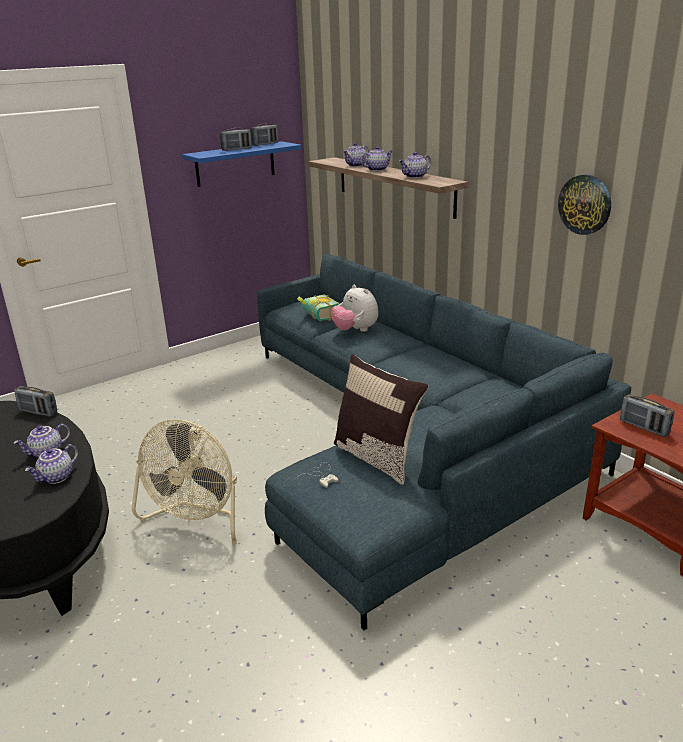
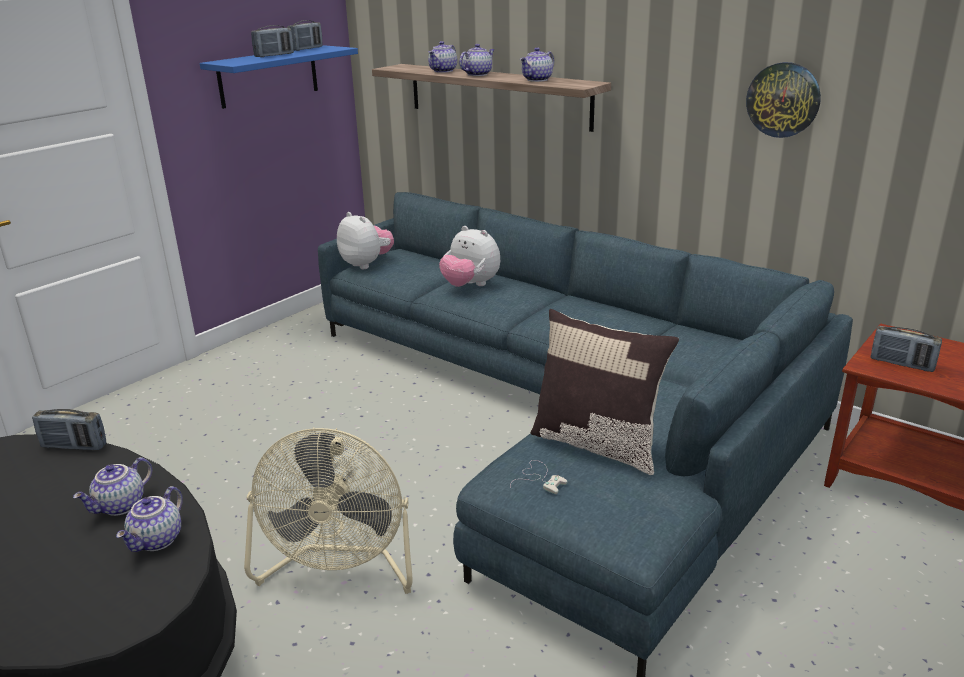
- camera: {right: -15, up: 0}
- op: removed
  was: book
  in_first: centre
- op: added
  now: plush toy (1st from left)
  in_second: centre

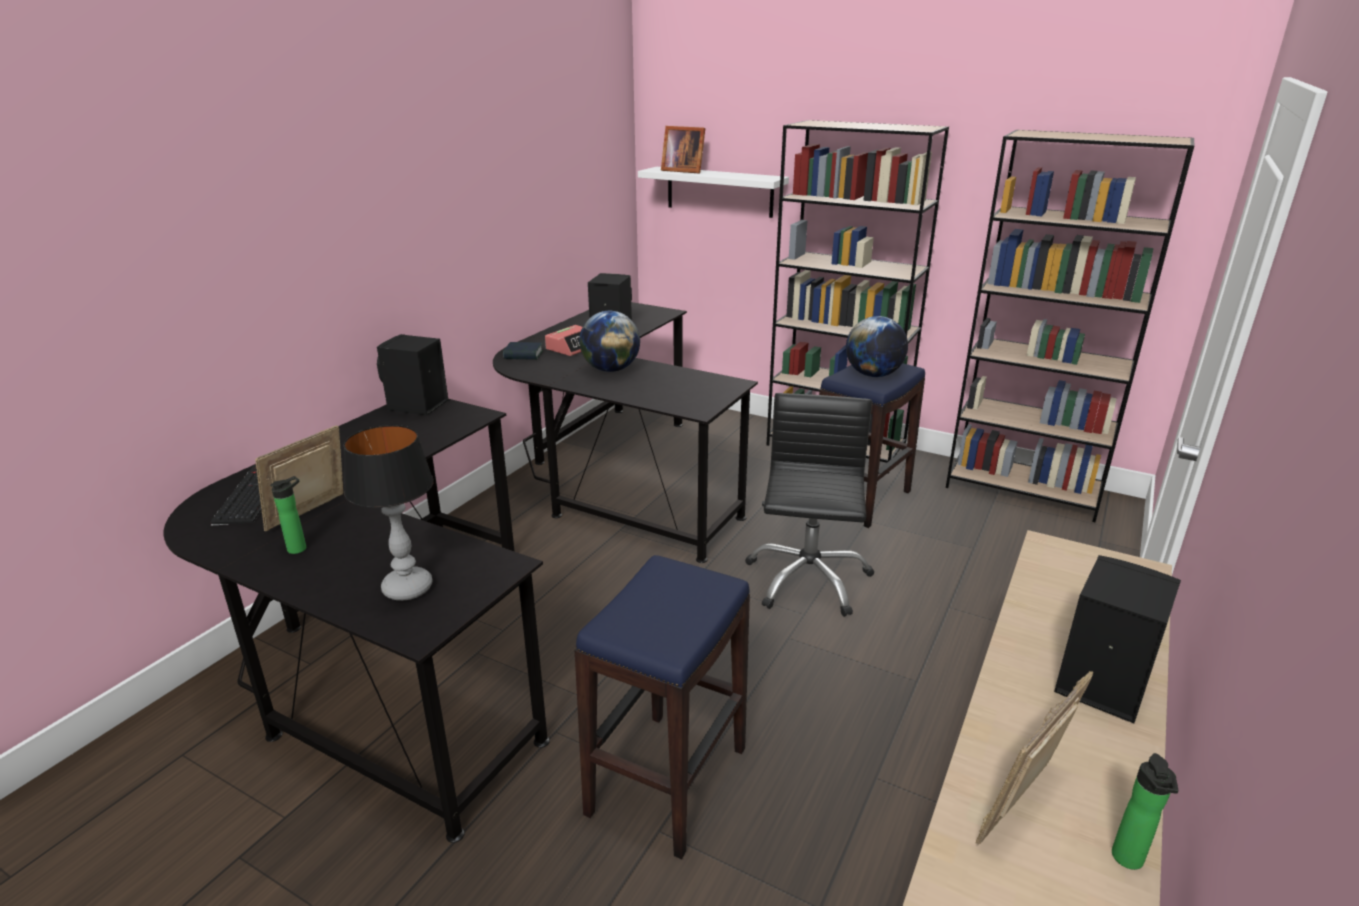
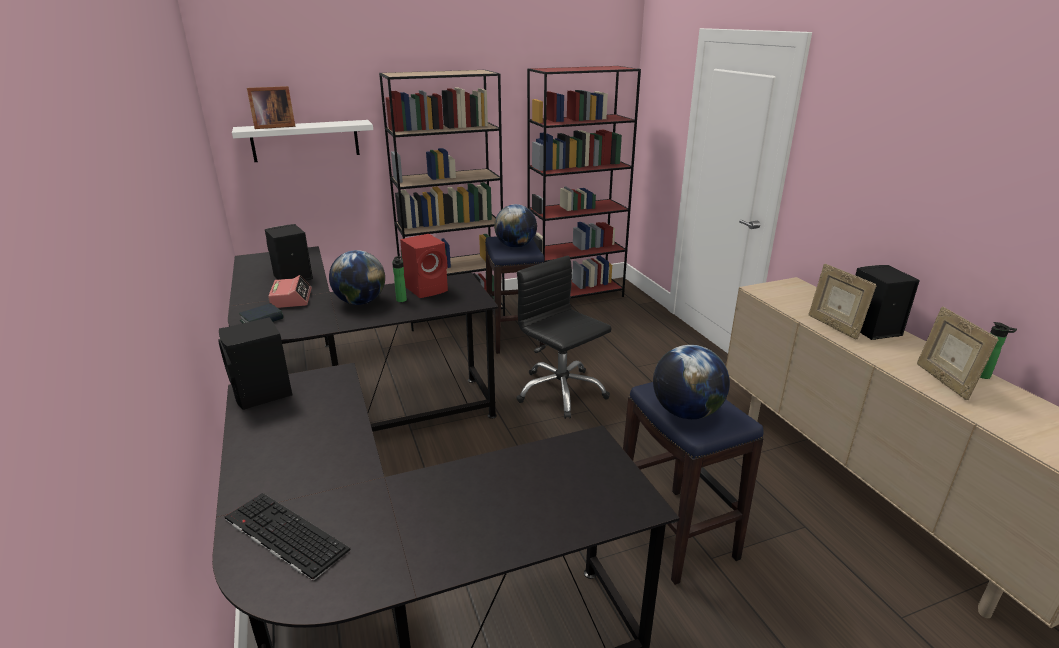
- camera: {right: -50, up: 0}
- op: moved
  was: picture frame (1st from left in the first image)
  now: picture frame (2nd from left)
  in_first: middle left
  in_second: middle right
- op: moved
  was: bottle (1st from left)
  in_first: middle left
  in_second: centre
- op: removed
  was: table lamp
  in_first: middle left
- op: recoloured
  was: beige bookcase (2nd from left)
  now: red bookcase
  in_first: middle right
  in_second: top centre
- op: added
  now: red speaker
  in_second: centre
- op: added
  now: globe (3rd from left)
  in_second: centre

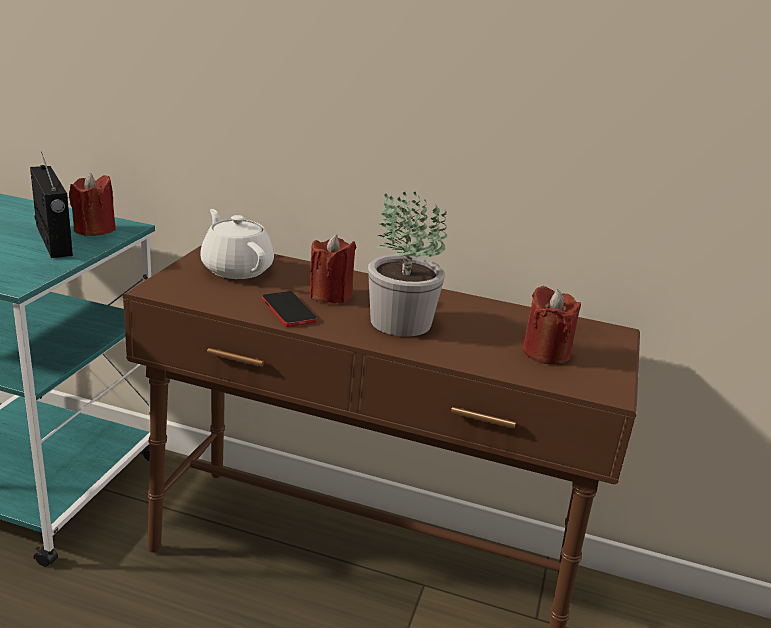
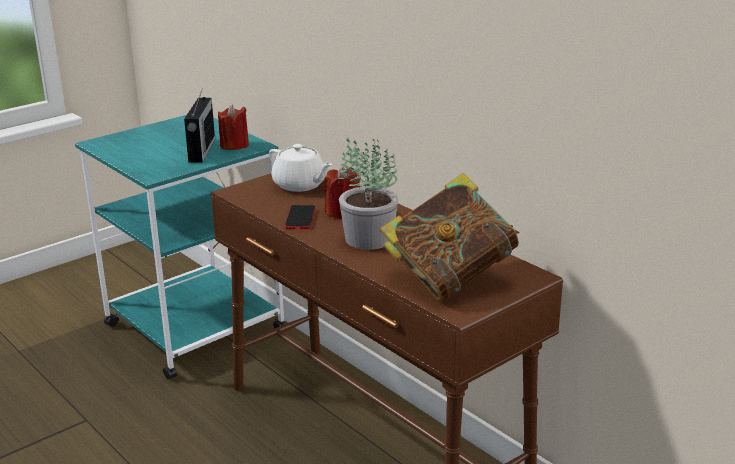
- camera: {right: 35, up: 0}
- op: turned
  was: white teapot
  in_first: middle left
  in_second: centre
  clockwise: 135
- op: replaced
  was: red candle (3rd from left)
  now: book
  in_first: middle right
  in_second: centre

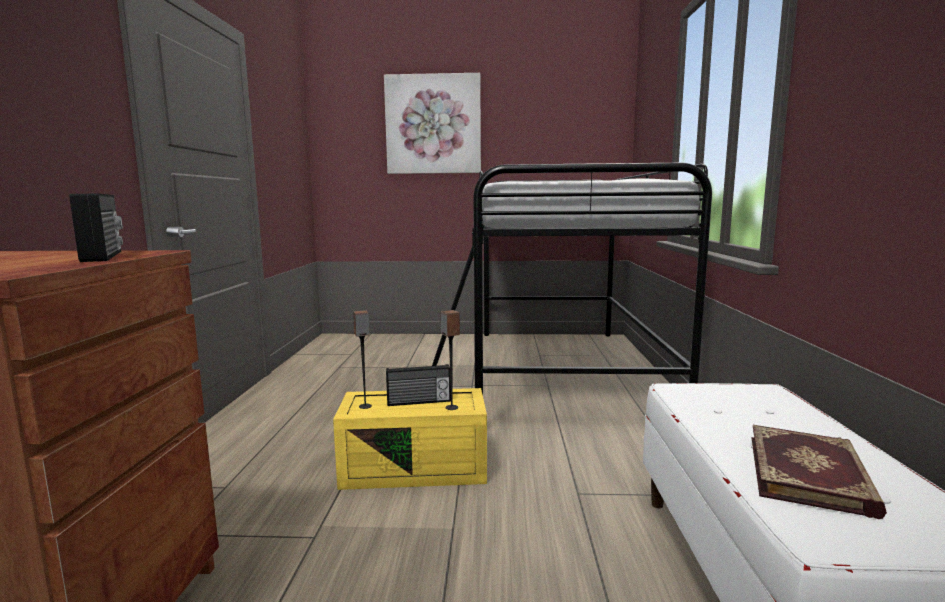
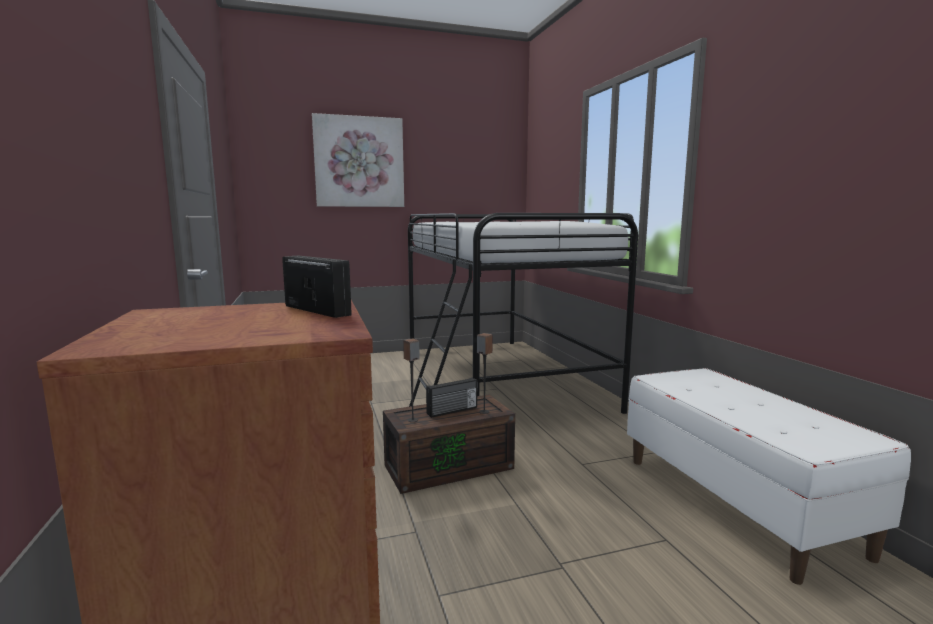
- camera: {right: -20, up: 0}
- op: recoloured
  was: yellow storage box
  now: brown storage box
  in_first: bottom centre
  in_second: bottom centre
- op: removed
  was: book
  in_first: bottom right

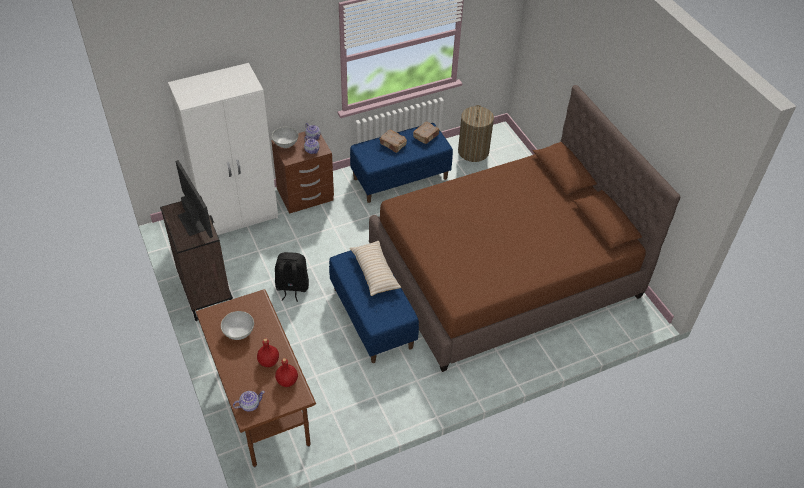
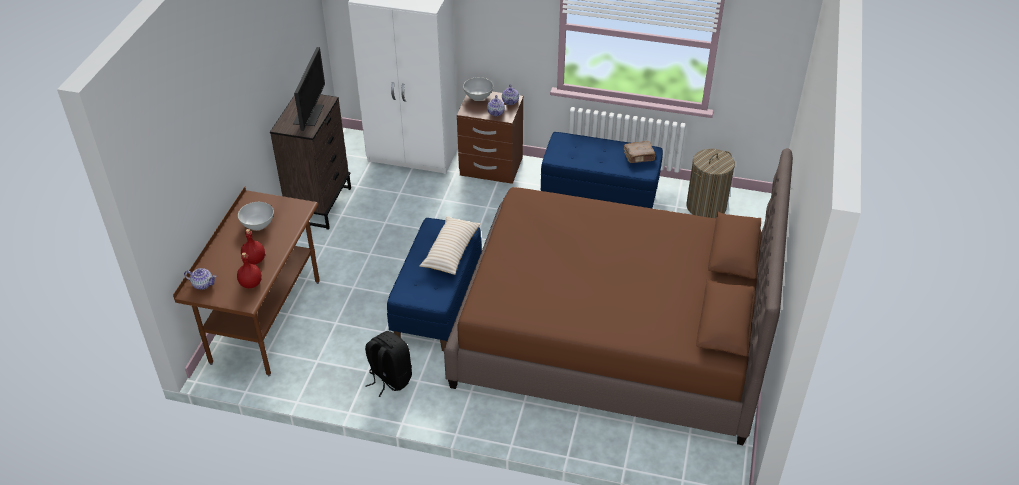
- camera: {right: 40, up: -5}
- op: moved
  was: black backpack
  in_first: centre
  in_second: bottom centre
- op: removed
  was: brown book (1st from left)
  in_first: top centre

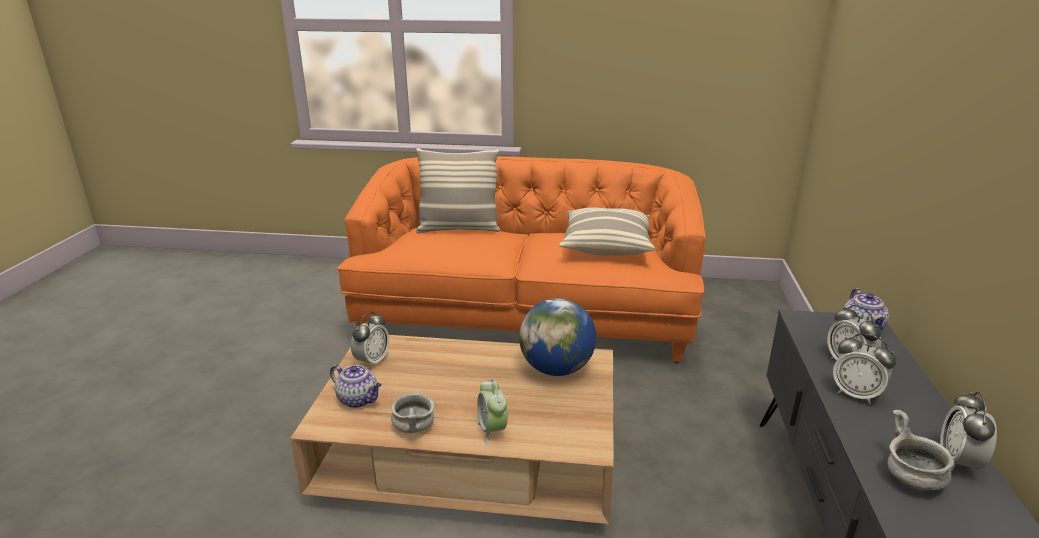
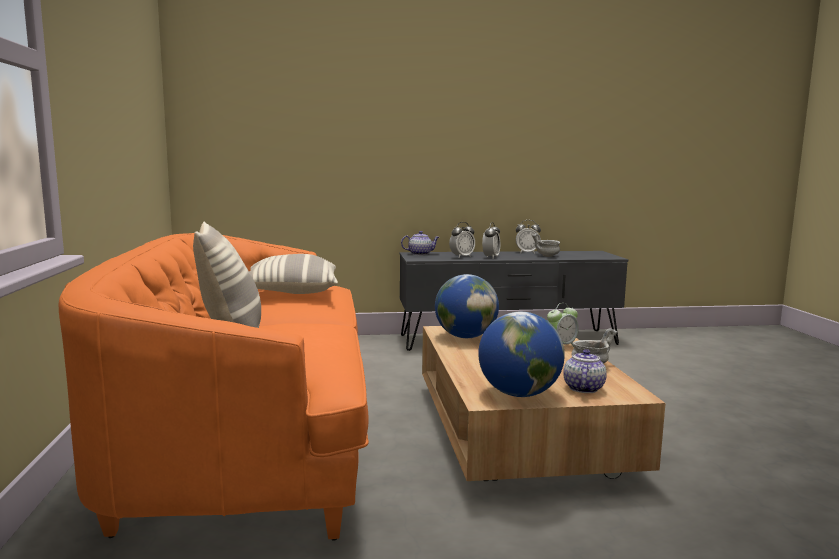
- camera: {right: -105, up: -15}
- op: replaced
  was: alarm clock (1st from left)
  now: globe (2nd from left)
  in_first: centre
  in_second: centre

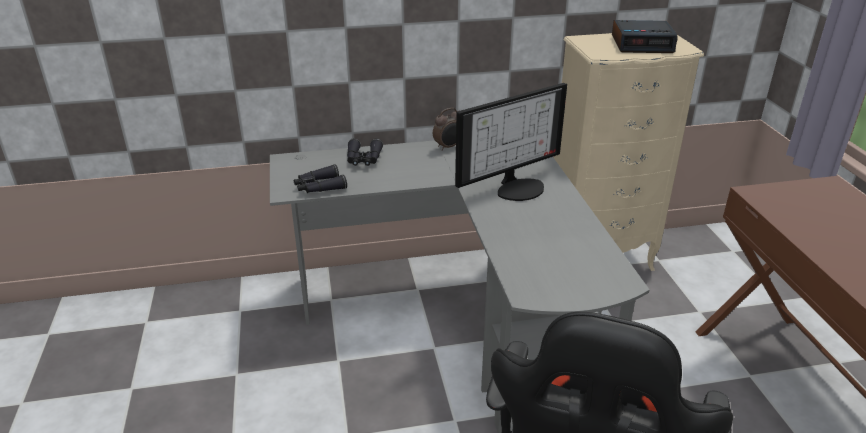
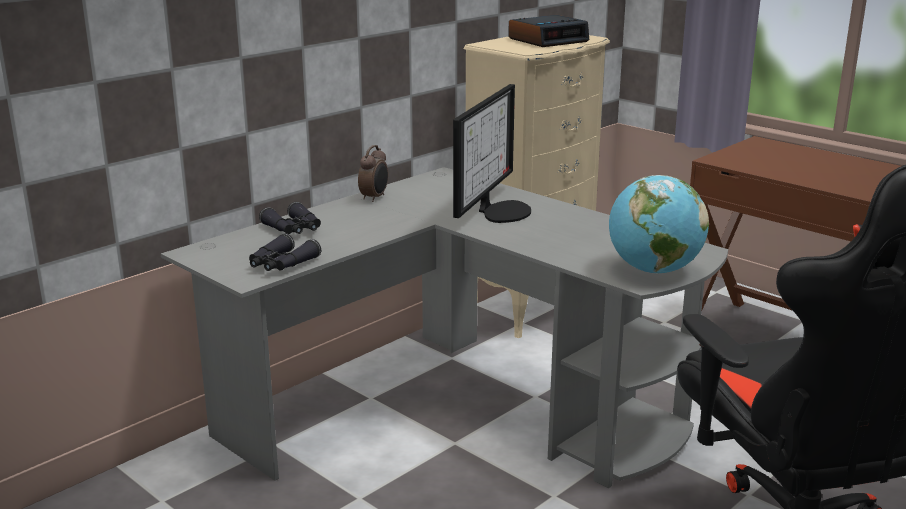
- camera: {right: -35, up: -10}
- op: added
  now: globe
  in_second: middle right

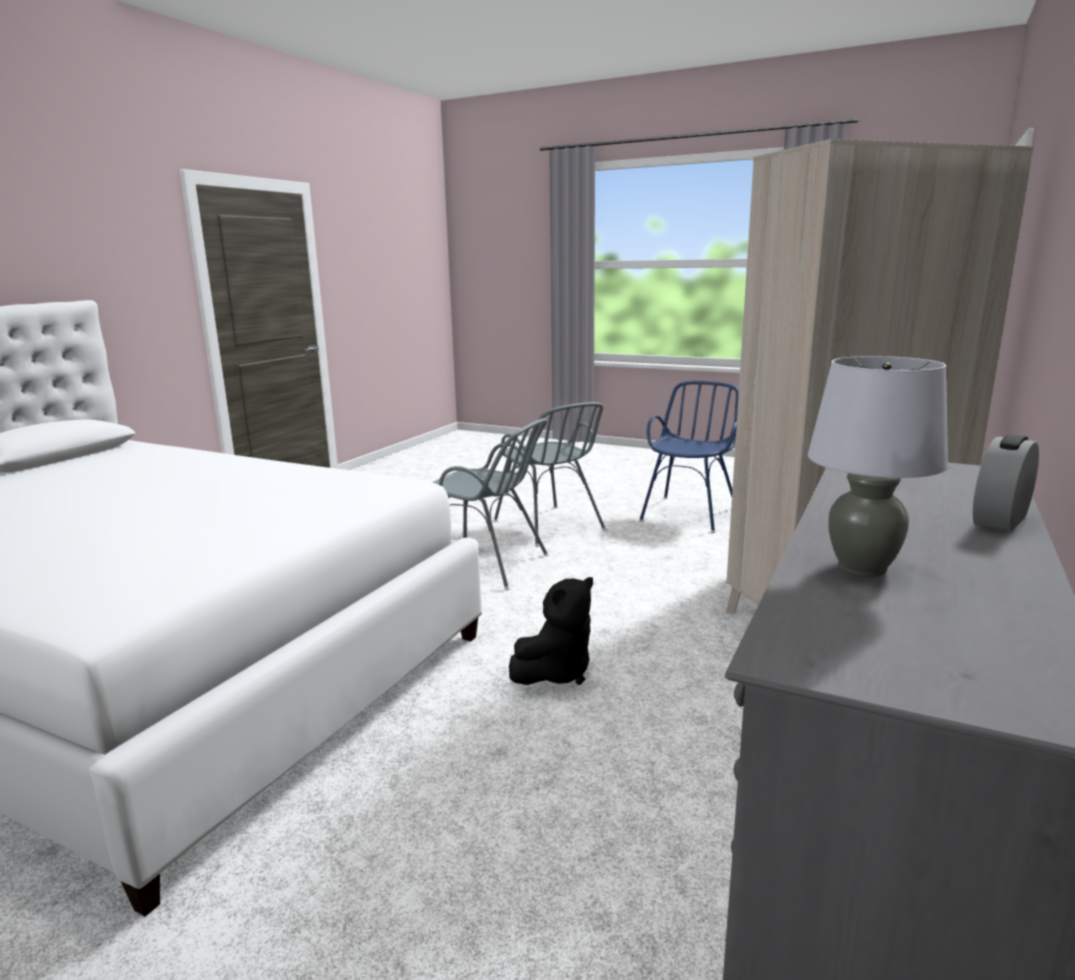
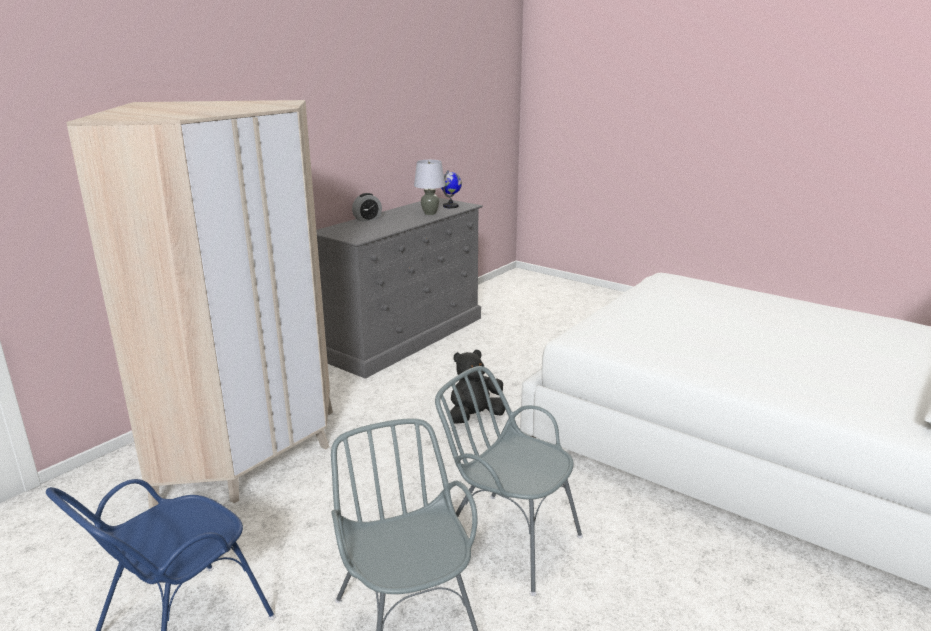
- camera: {right: -170, up: 5}
- op: added
  now: globe
  in_second: top centre

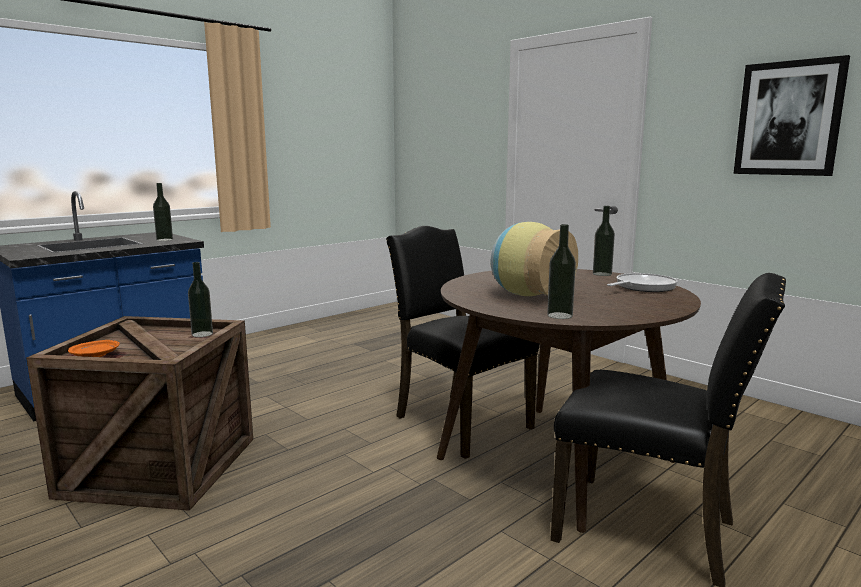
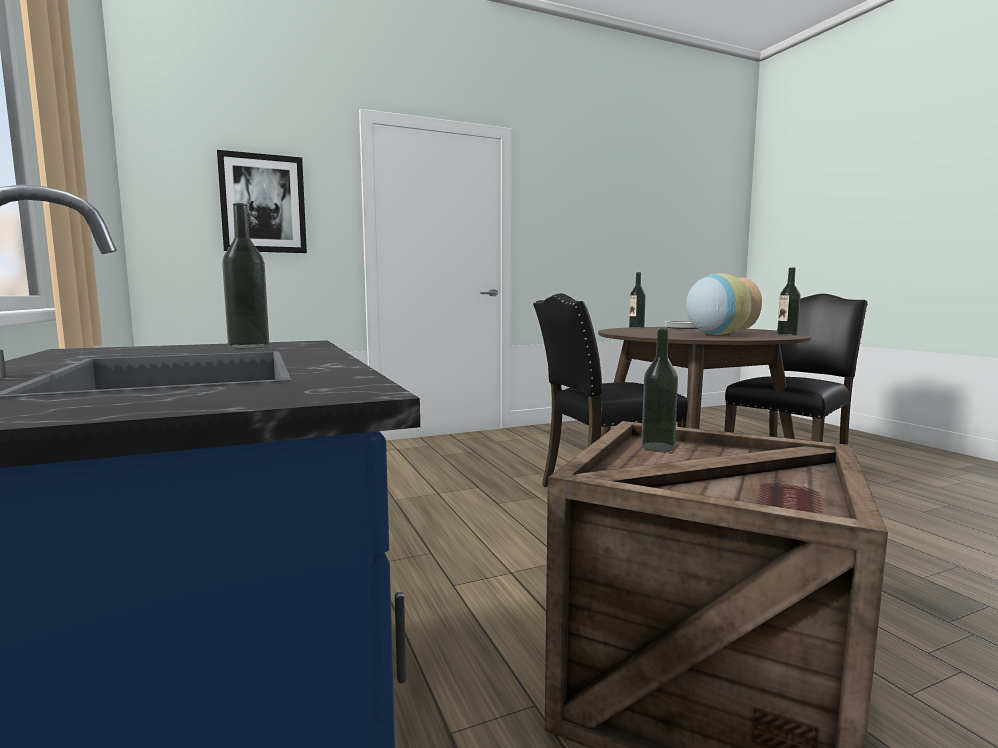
- camera: {right: -70, up: -5}
- op: removed
  was: orange plate
  in_first: middle left
- op: moved
  was: picture
  in_first: top right
  in_second: top left

